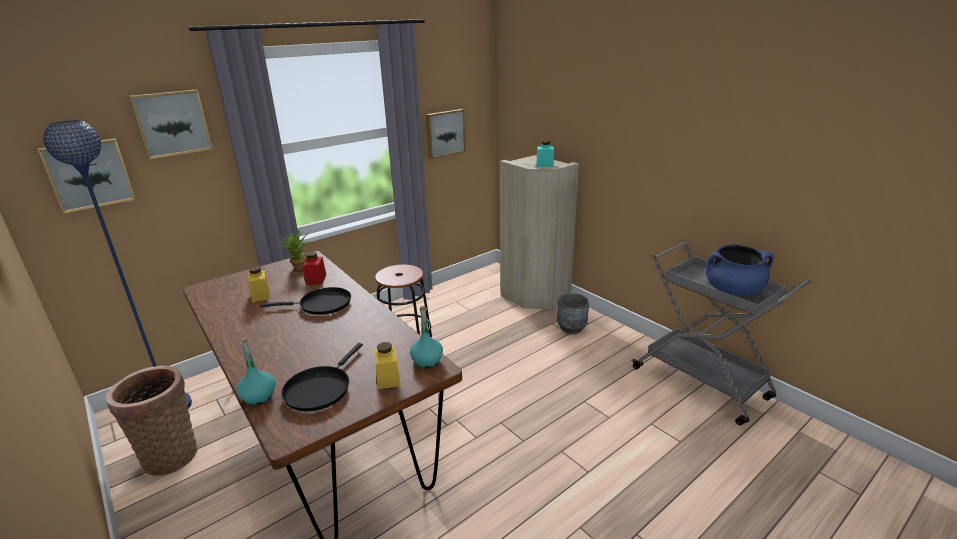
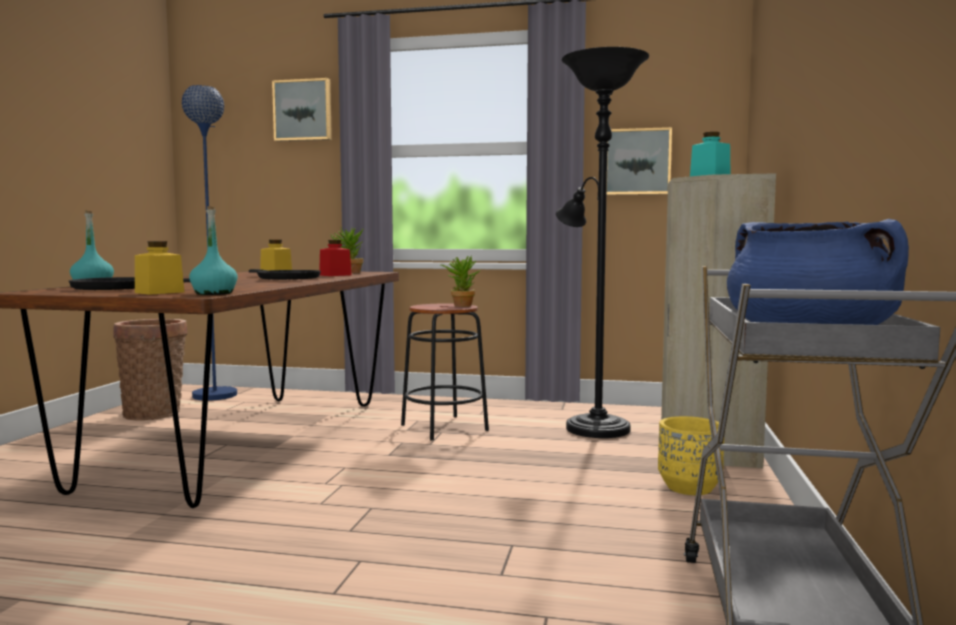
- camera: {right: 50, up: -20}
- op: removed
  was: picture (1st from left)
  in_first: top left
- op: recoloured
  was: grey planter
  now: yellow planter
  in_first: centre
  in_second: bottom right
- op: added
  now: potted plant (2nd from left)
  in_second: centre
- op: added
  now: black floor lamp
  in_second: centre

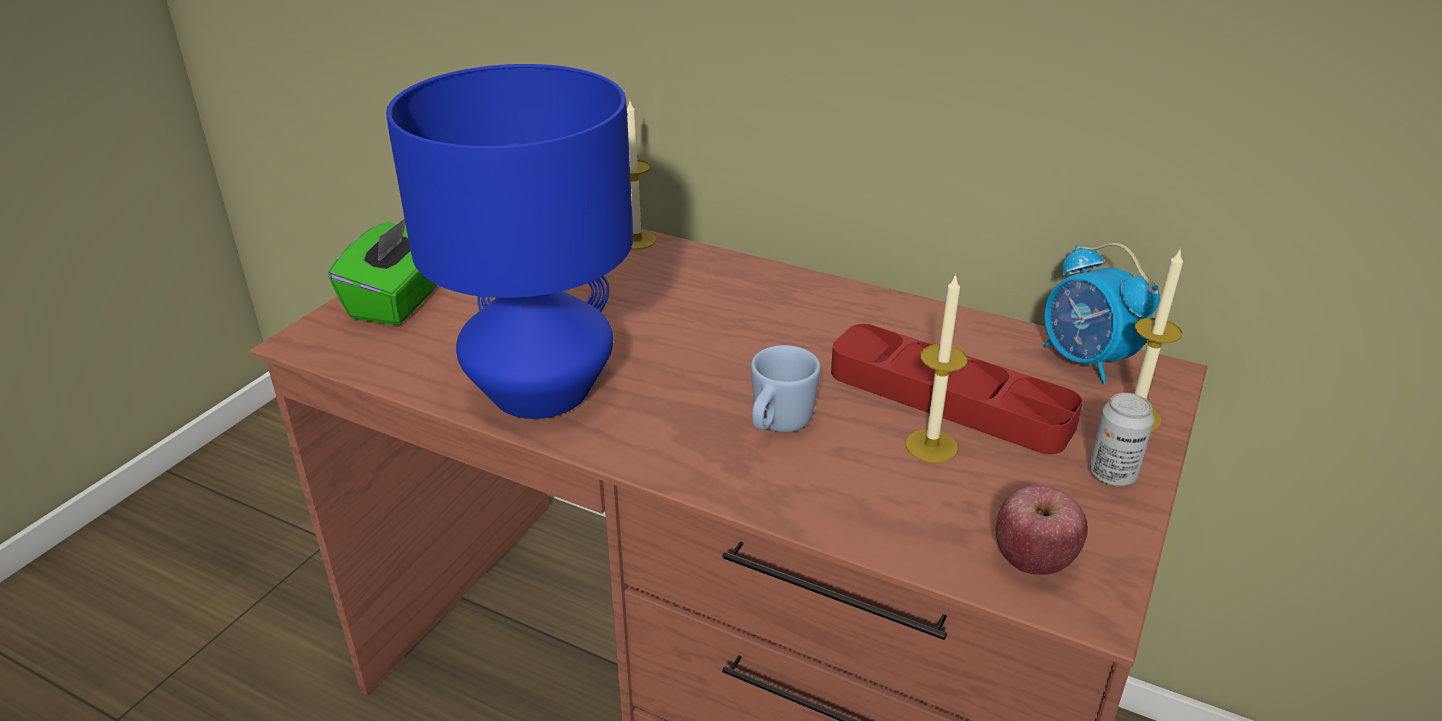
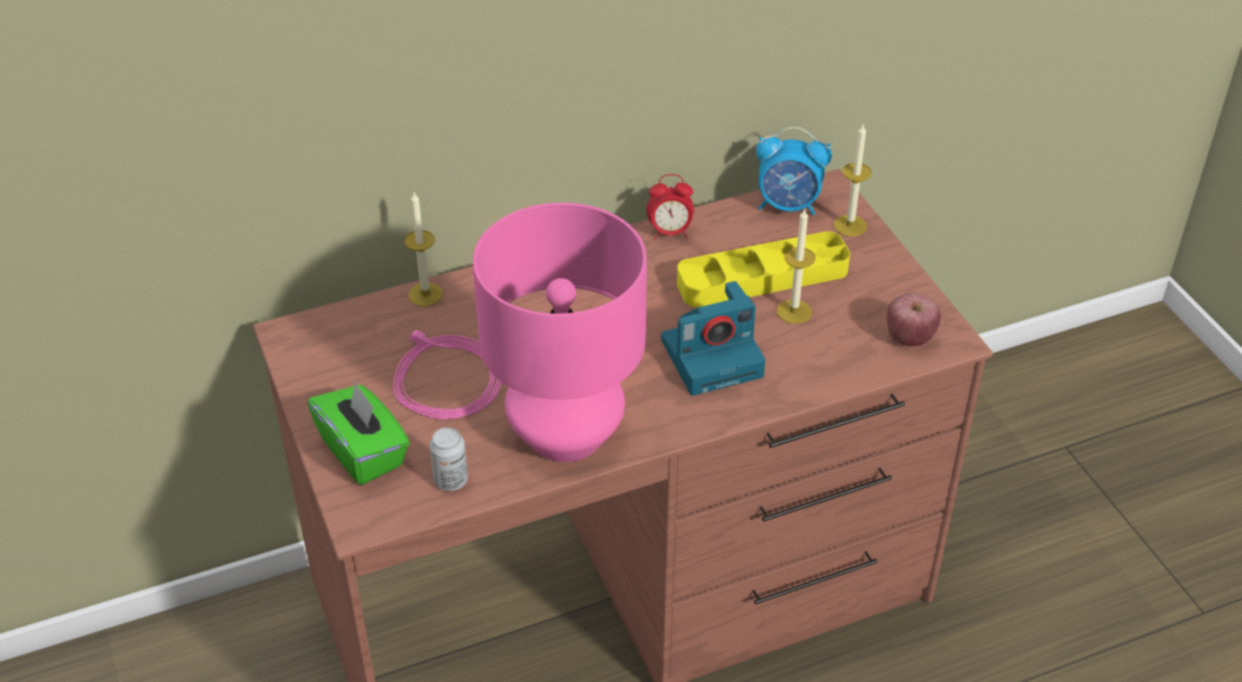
- camera: {right: -50, up: 10}
- op: recoloured
  was: blue table lamp
  now: pink table lamp
  in_first: centre
  in_second: centre
- op: replaced
  was: blue mug
  now: photo camera
  in_first: centre
  in_second: centre
- op: recoloured
  was: red tray
  now: yellow tray
  in_first: centre
  in_second: centre
- op: moved
  was: can
  in_first: middle right
  in_second: bottom centre
- op: added
  now: alarm clock (1st from left)
  in_second: top centre

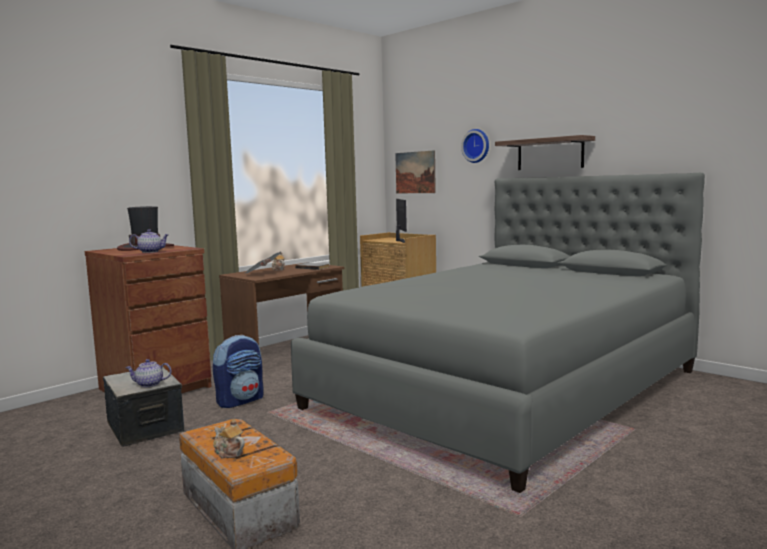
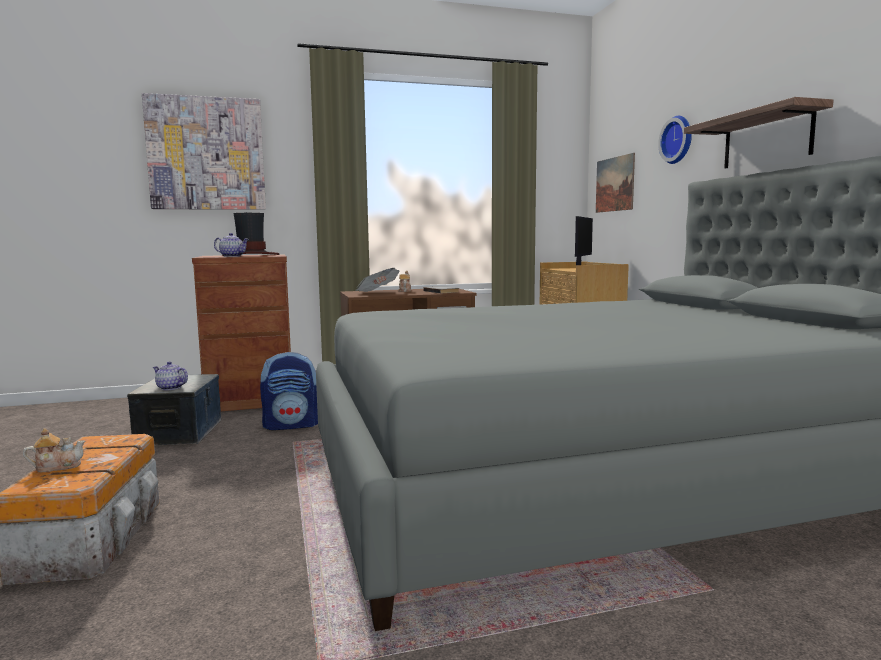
- camera: {right: 30, up: 0}
- op: turned
  was: teapot (3rd from left in the first image)
  in_first: bottom left
  in_second: bottom left
  clockwise: 90
- op: added
  now: picture (1st from left)
  in_second: top left

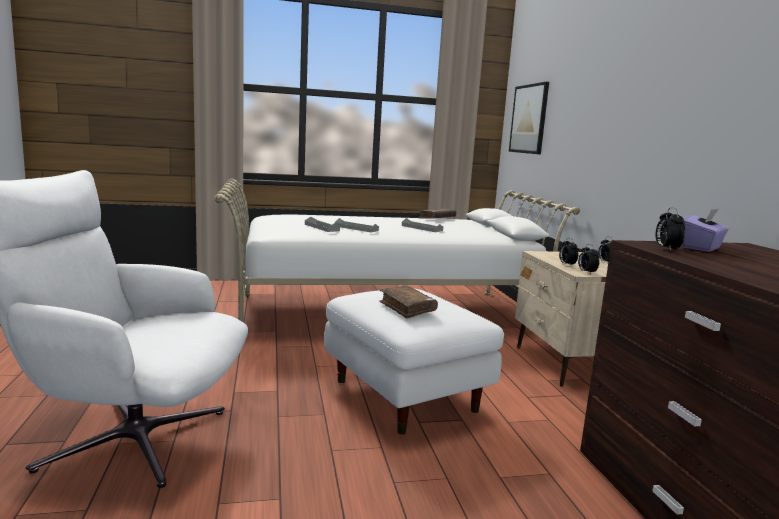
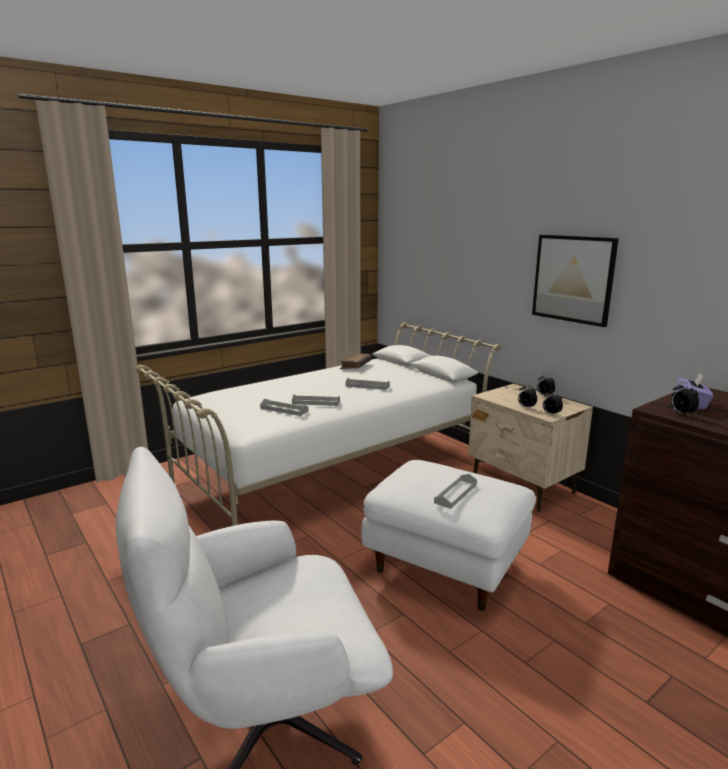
- camera: {right: -25, up: 5}
- op: replaced
  was: brown book (1st from left)
  now: grey tray (4th from left)
  in_first: centre
  in_second: centre
- op: moved
  was: picture
  in_first: top right
  in_second: middle right

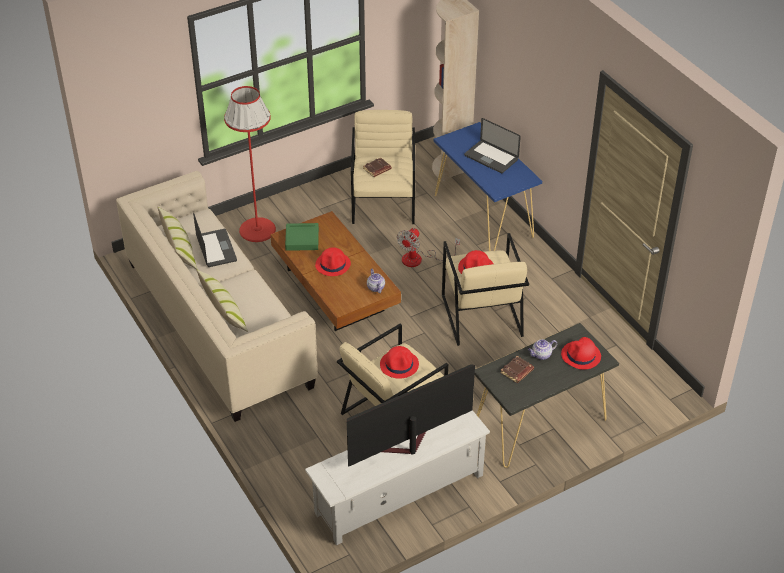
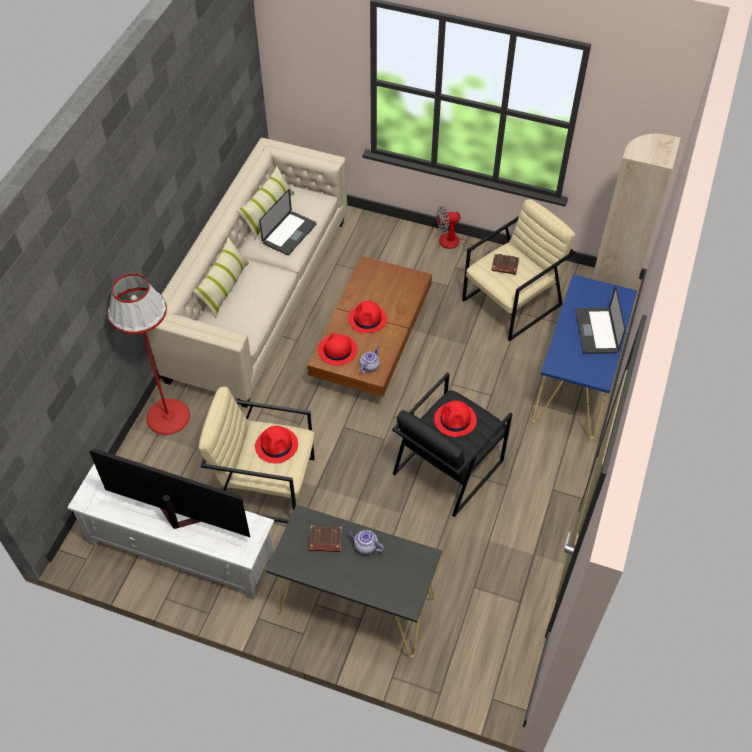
- camera: {right: 50, up: 10}
- op: moved
  was: red floor lamp
  in_first: top left
  in_second: middle left
- op: removed
  was: green tray
  in_first: centre
- op: moved
  was: fan
  in_first: centre
  in_second: top centre
- op: recoloured
  was: beige armchair (3rd from left)
  now: black armchair
  in_first: centre
  in_second: centre
- op: moved
  was: red hat (4th from left in the first image)
  now: red hat (2nd from left)
  in_first: middle right
  in_second: centre

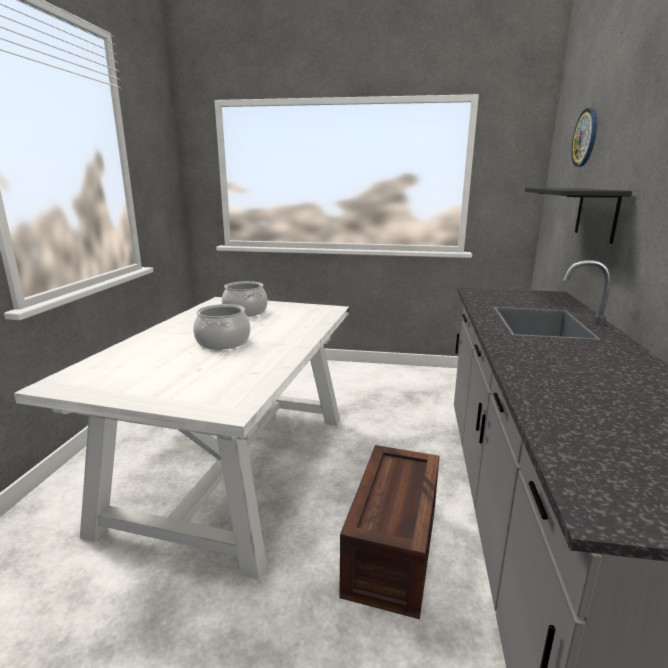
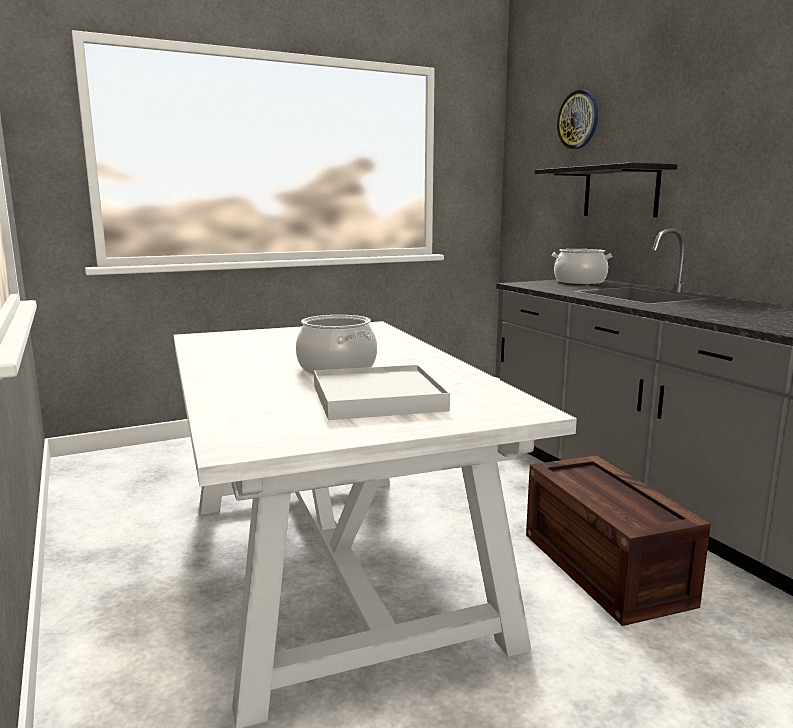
- camera: {right: -35, up: -5}
- op: moved
  was: cooking pot (2nd from left)
  in_first: centre
  in_second: middle right
- op: added
  now: white tray
  in_second: centre

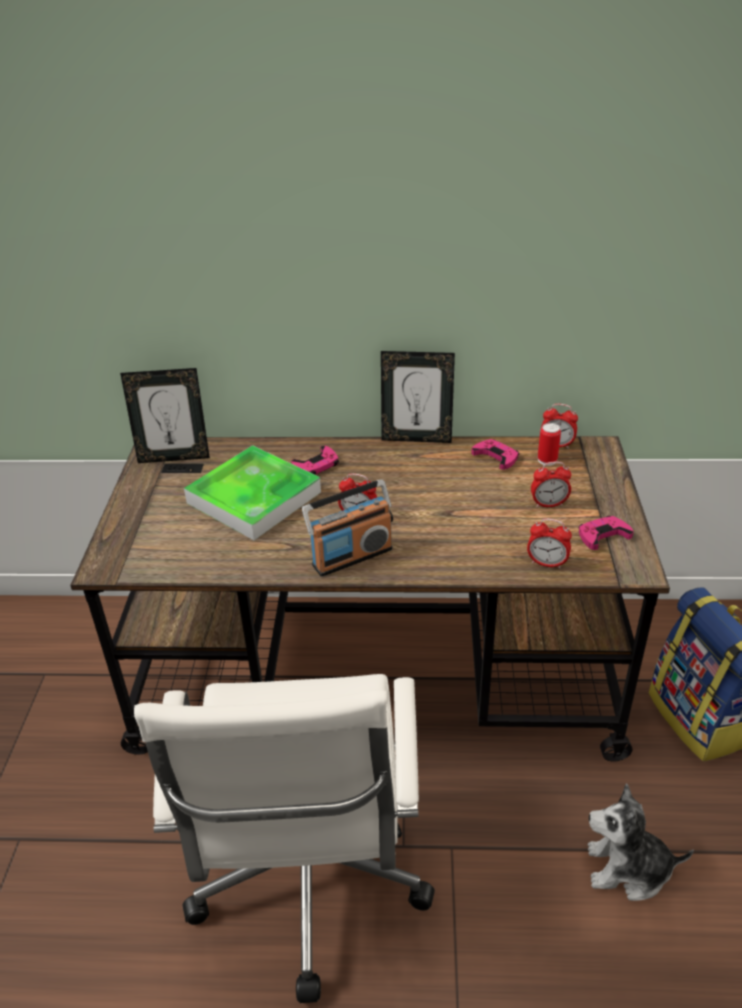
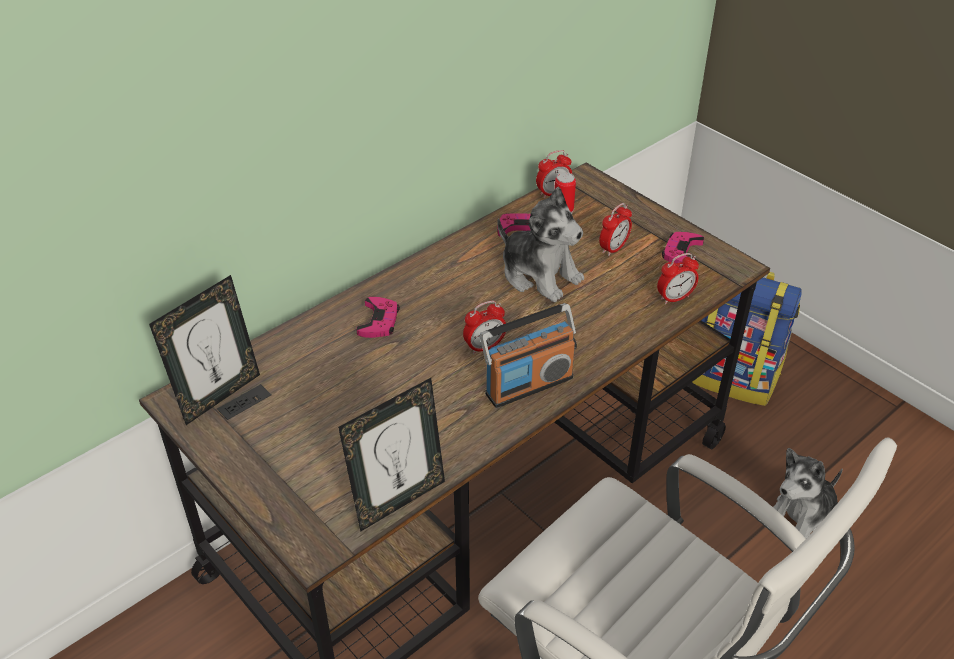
- camera: {right: -45, up: 5}
- op: removed
  was: tray
  in_first: centre
- op: turned
  was: radio
  in_first: centre
  in_second: centre
  clockwise: 45
- op: moved
  was: picture frame (2nd from left)
  in_first: centre
  in_second: bottom centre
- op: added
  now: plush toy (1st from left)
  in_second: centre

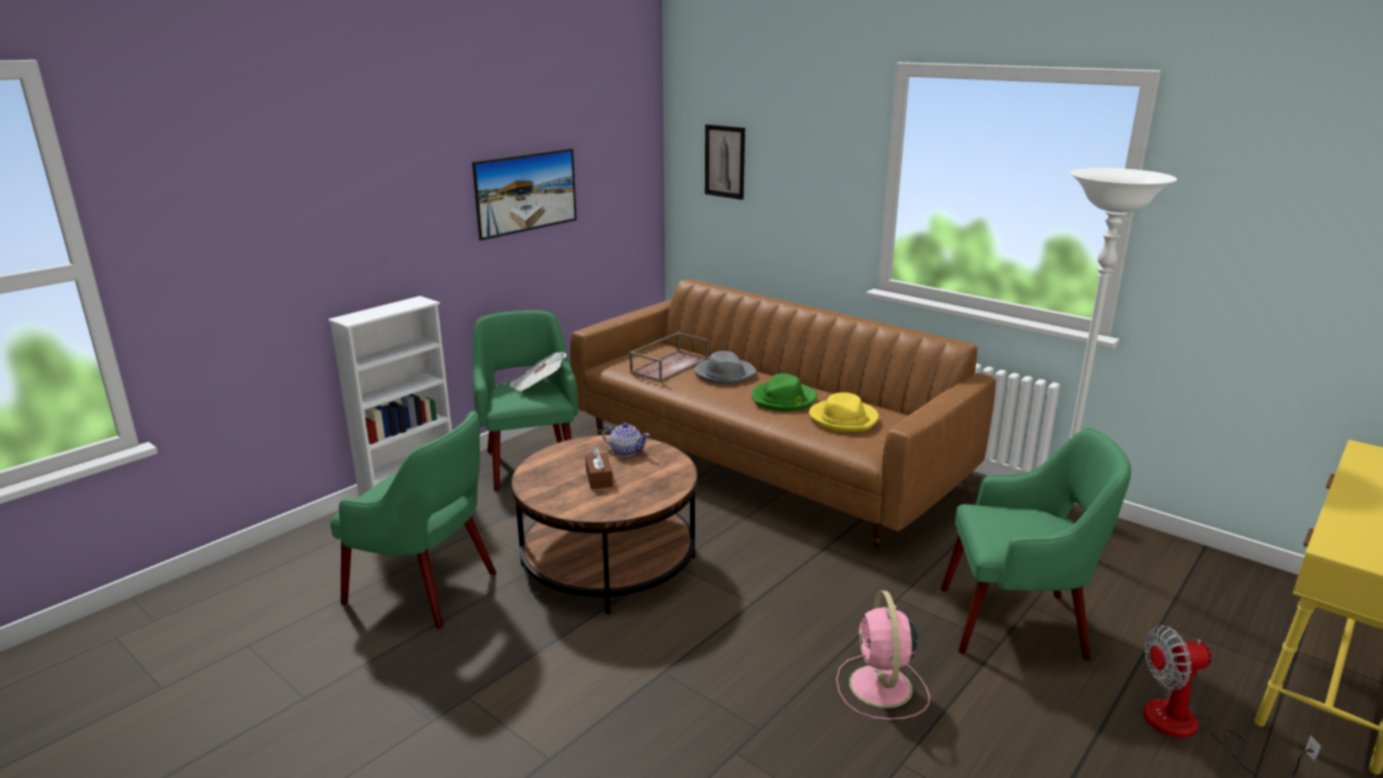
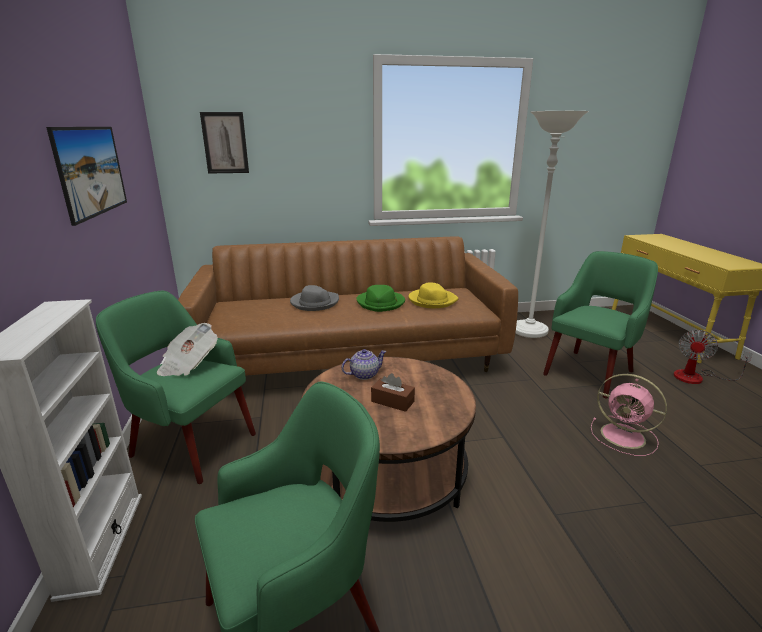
- camera: {right: -50, up: 0}
- op: removed
  was: brown tray
  in_first: centre

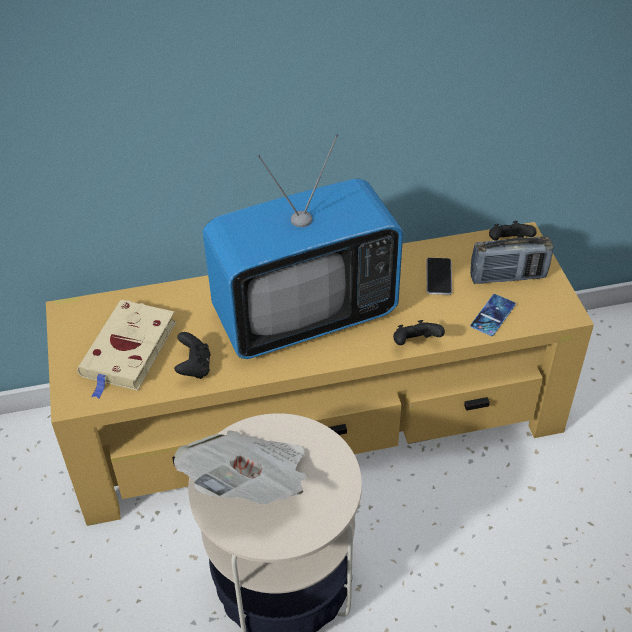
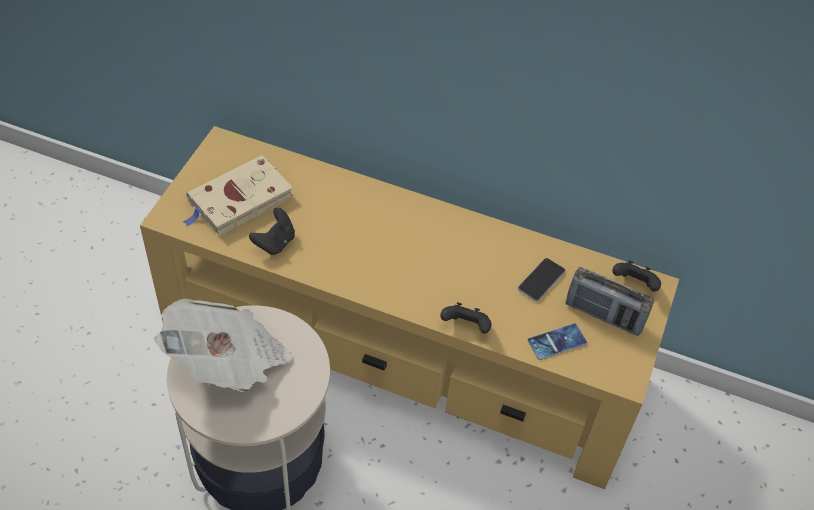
- camera: {right: 30, up: 5}
- op: removed
  was: television
  in_first: centre

